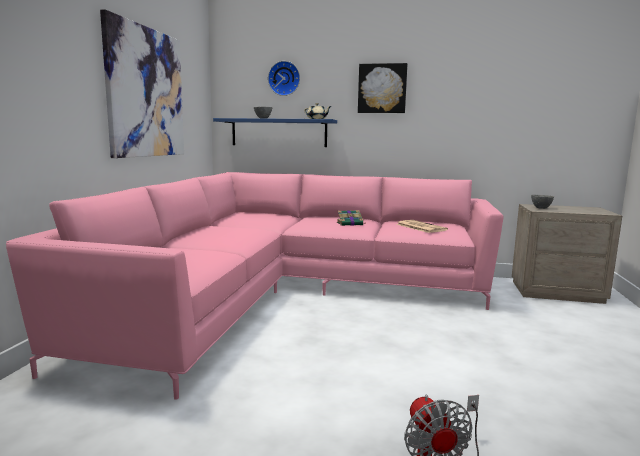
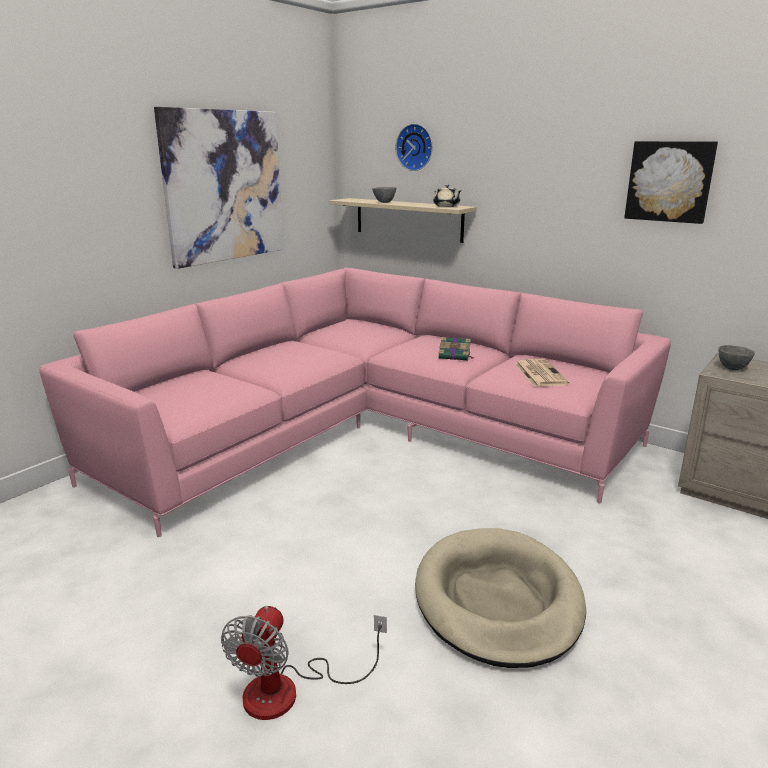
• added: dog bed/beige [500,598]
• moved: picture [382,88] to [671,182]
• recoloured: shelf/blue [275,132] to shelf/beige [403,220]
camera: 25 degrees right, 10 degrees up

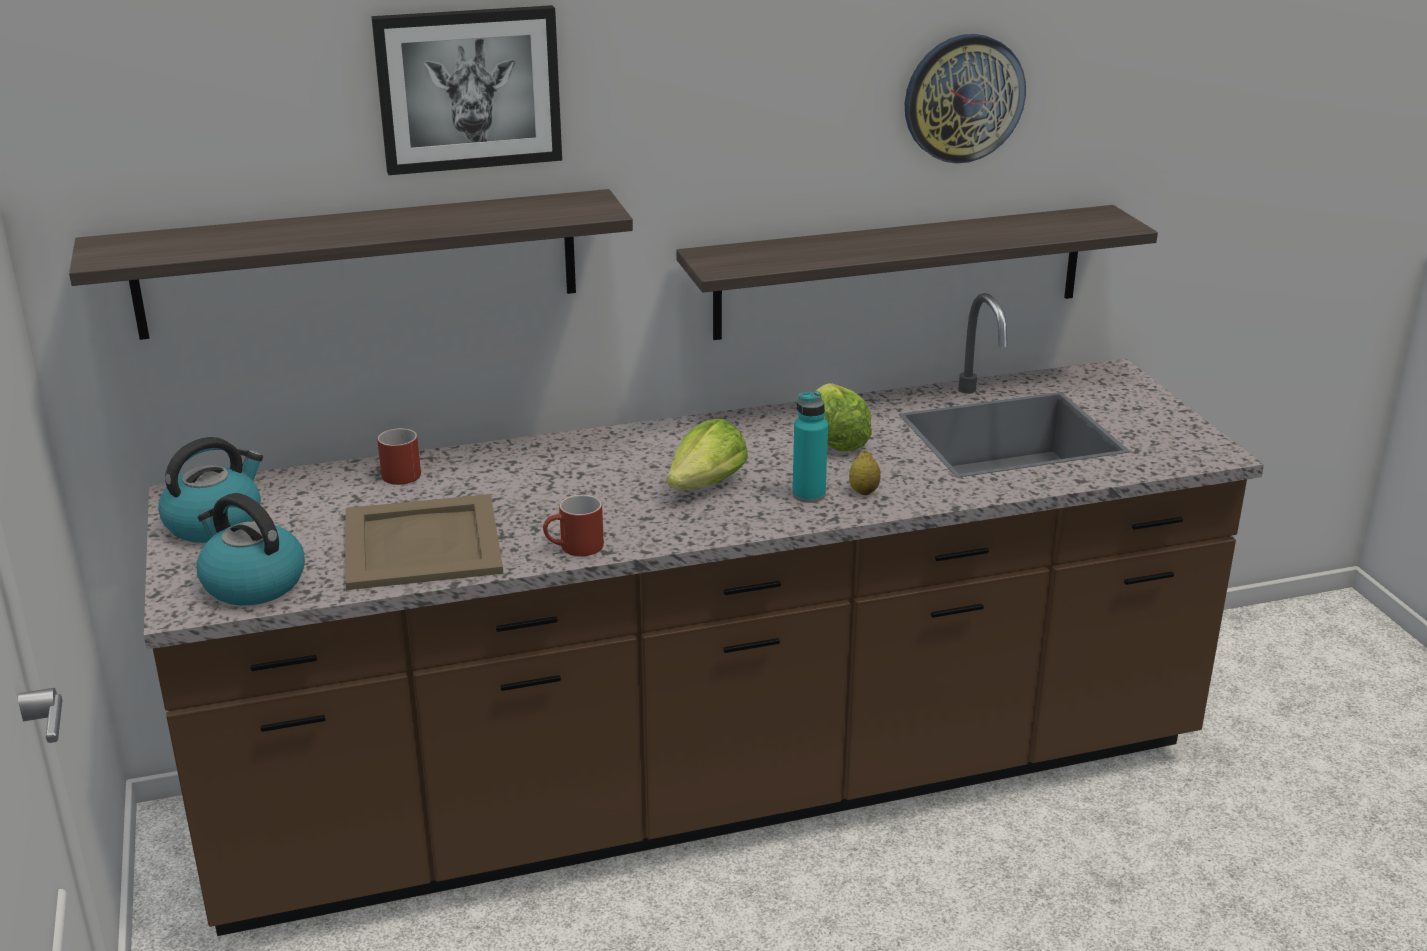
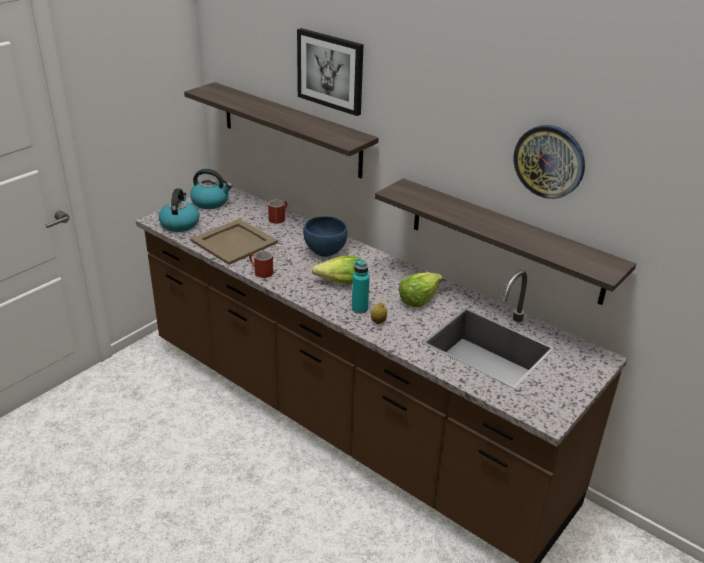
• added: bowl/blue [325,236]
camera: 55 degrees right, 5 degrees up

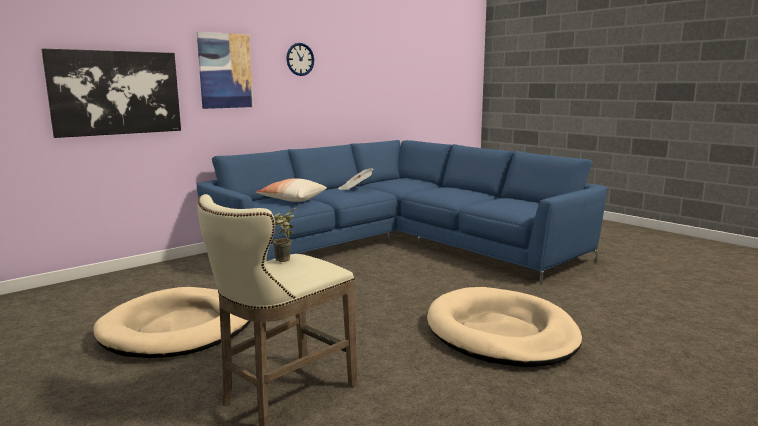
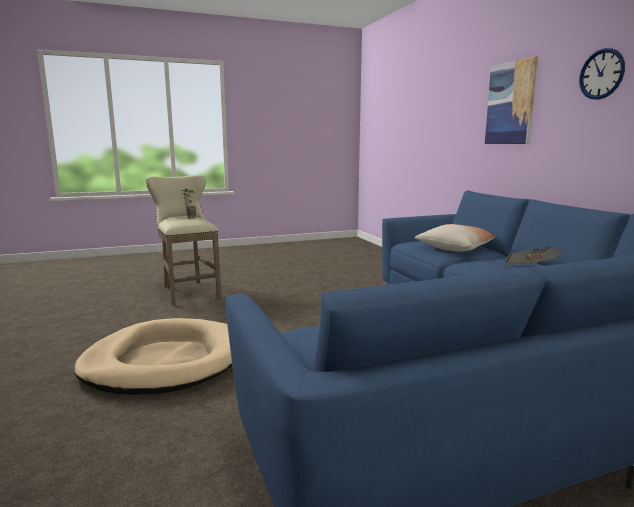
• removed: picture [111,93]
• removed: dog bed/beige [172,322]
camera: 110 degrees right, 0 degrees up

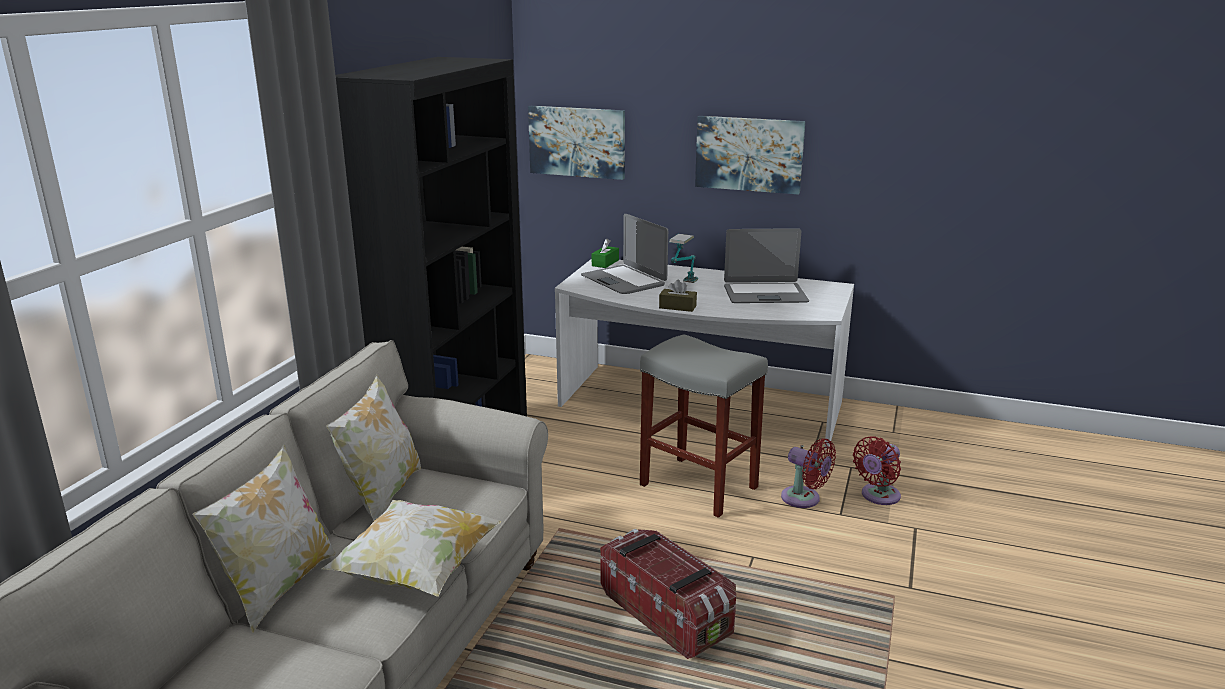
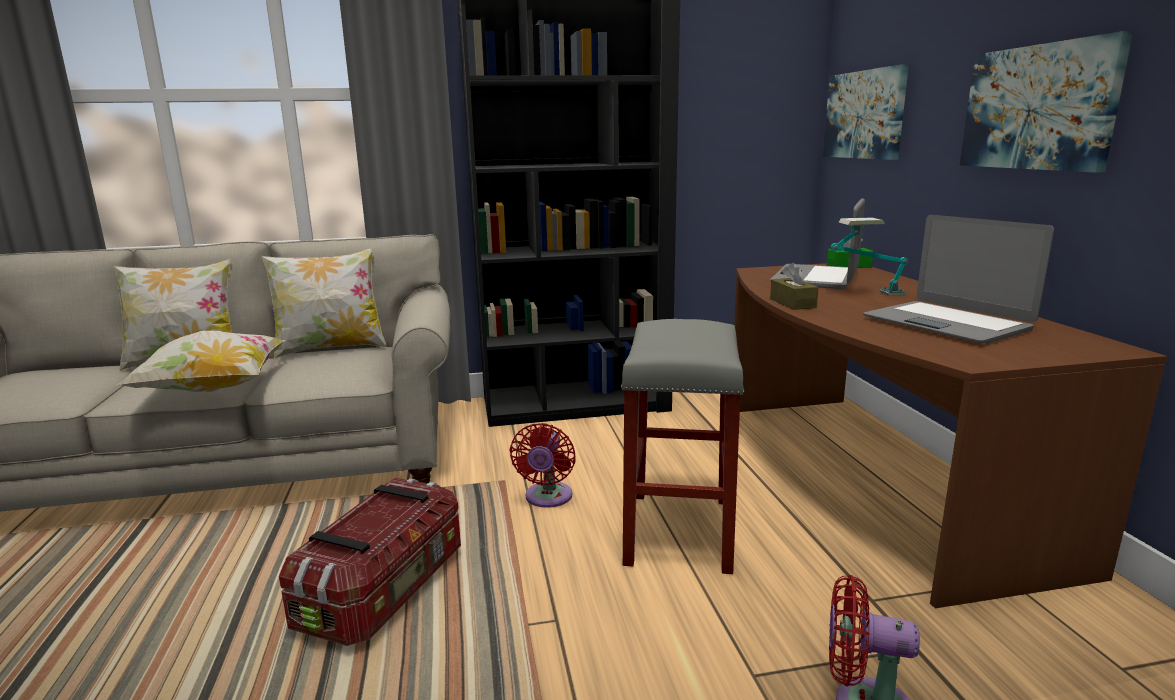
• moved: fan/red [808,473] to [543,465]
• recoloured: desk/white [704,354] to desk/brown [950,435]
camera: 60 degrees right, 5 degrees down

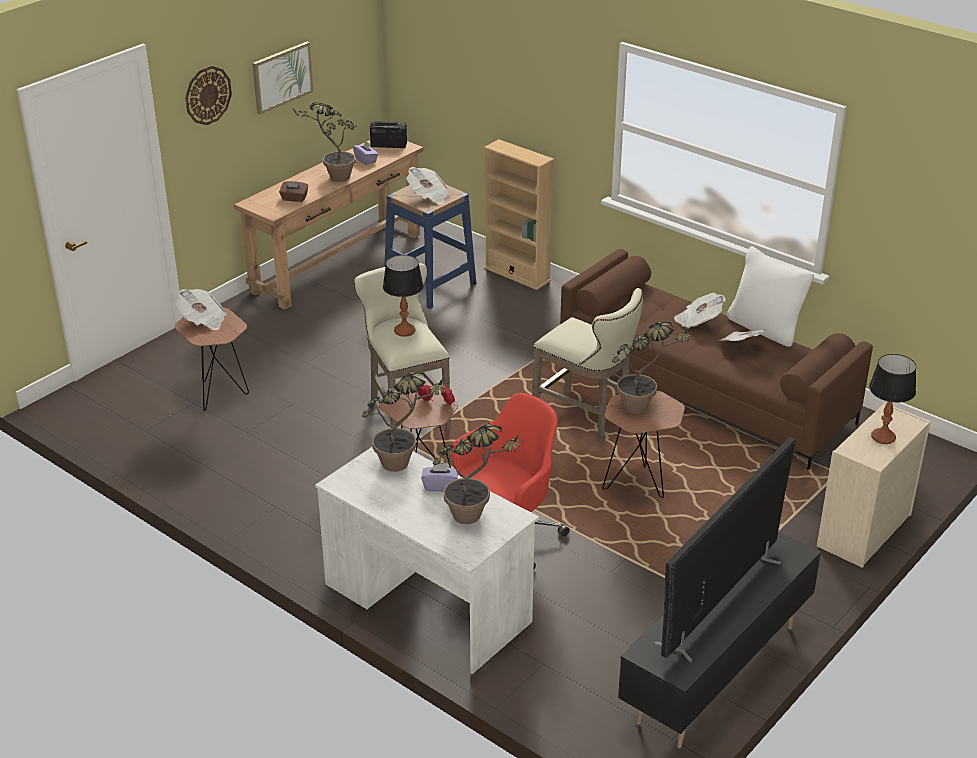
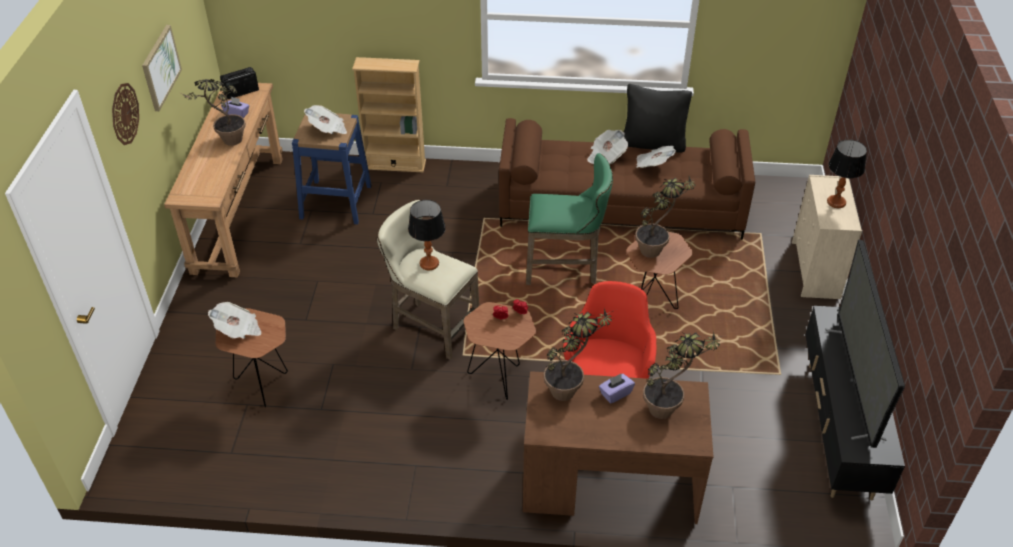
• removed: tissue box/brown [293,191]
• recoloured: desk/white [427,560] to desk/brown [618,447]
• recoloured: stool/beige [587,365] to stool/green [569,219]
• recoloured: pillow/white [770,296] to pillow/black [658,118]
camera: 35 degrees left, 10 degrees up

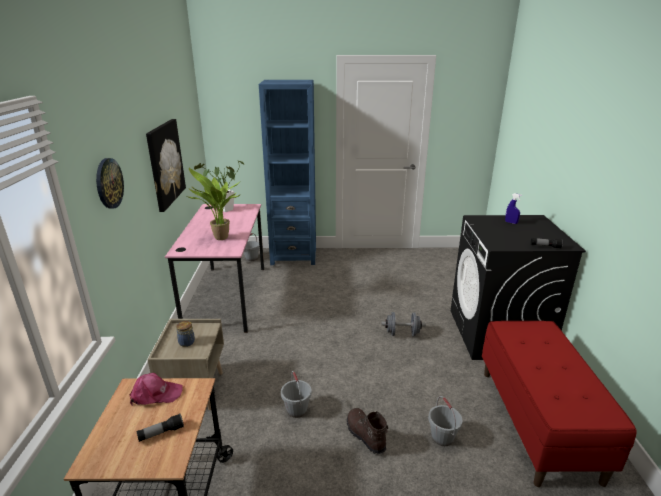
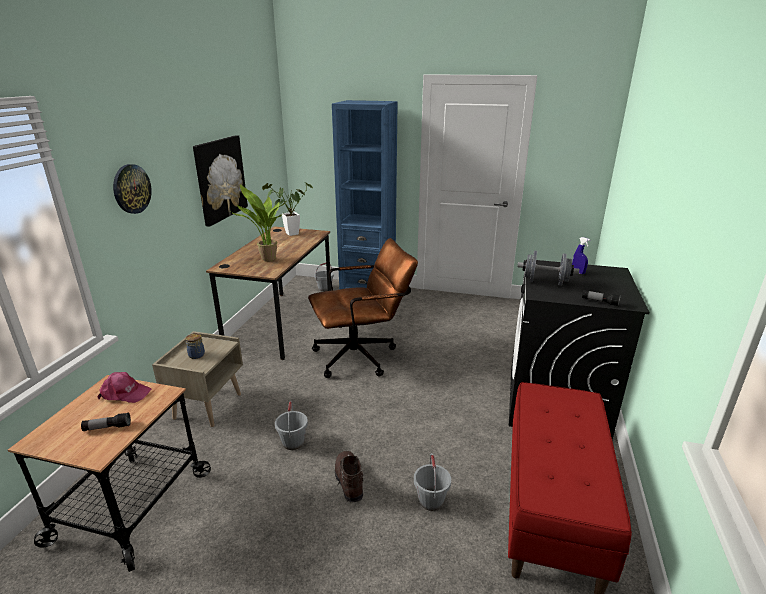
• added: office chair/brown [363,308]
• moved: dumbbell/grey [403,324] to [548,268]
• recoloured: desk/pink [214,268] to desk/brown [268,293]
camera: 15 degrees right, 0 degrees up

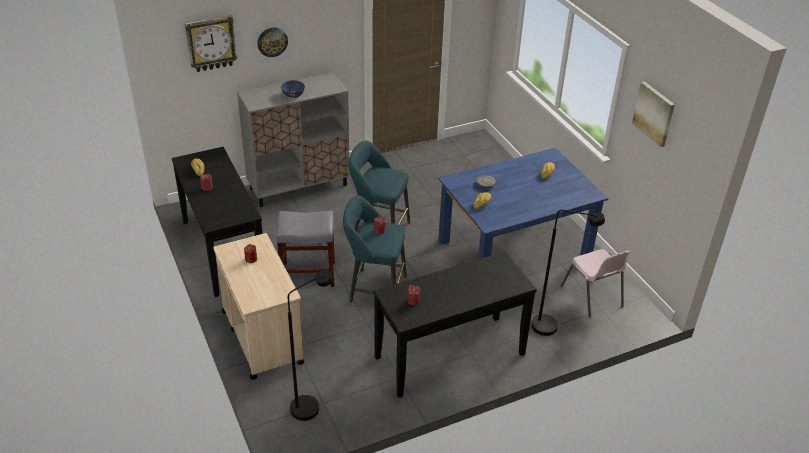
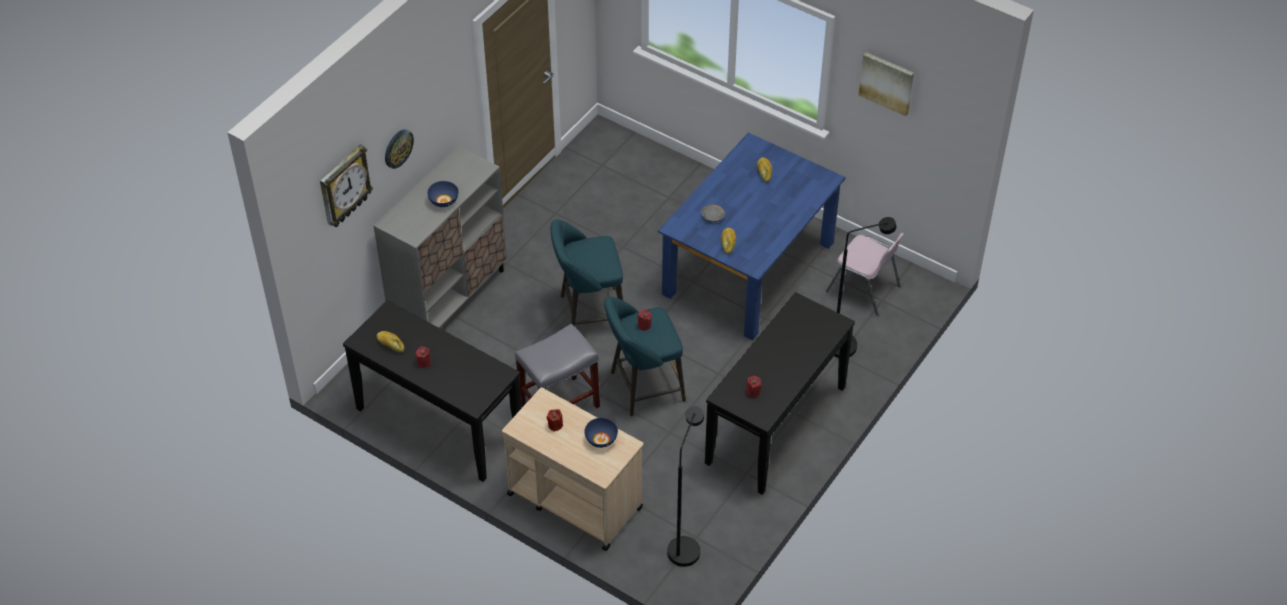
• added: bowl/blue [601,433]
camera: 30 degrees left, 10 degrees up

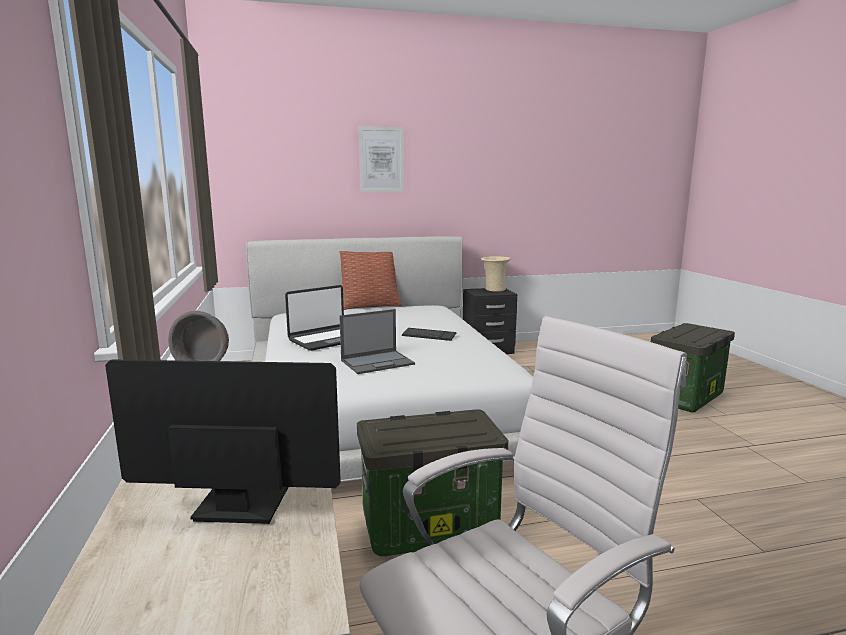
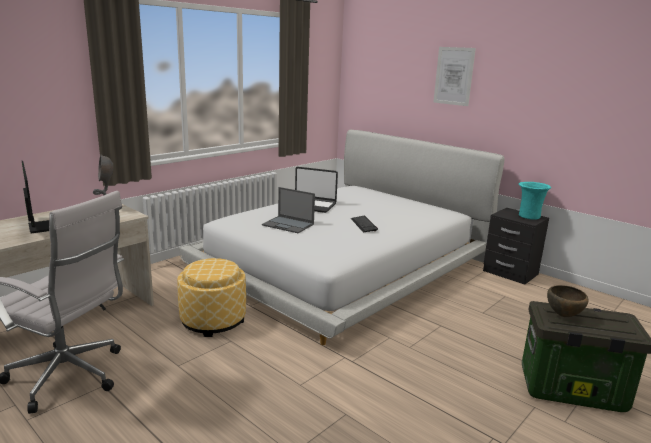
• removed: pillow [371,280]
• added: bowl/brown [568,301]
• replaced: storage box [432,482] to ottoman [211,297]
• recoloured: vase/beige [495,274] to vase/turquoise [535,201]
camera: 55 degrees right, 5 degrees up

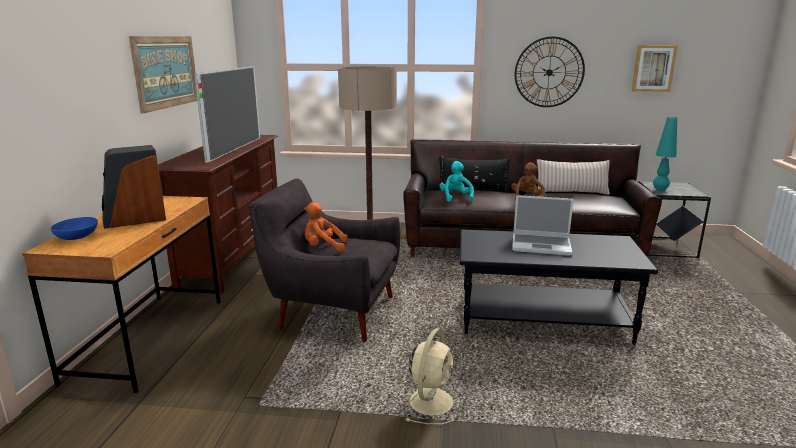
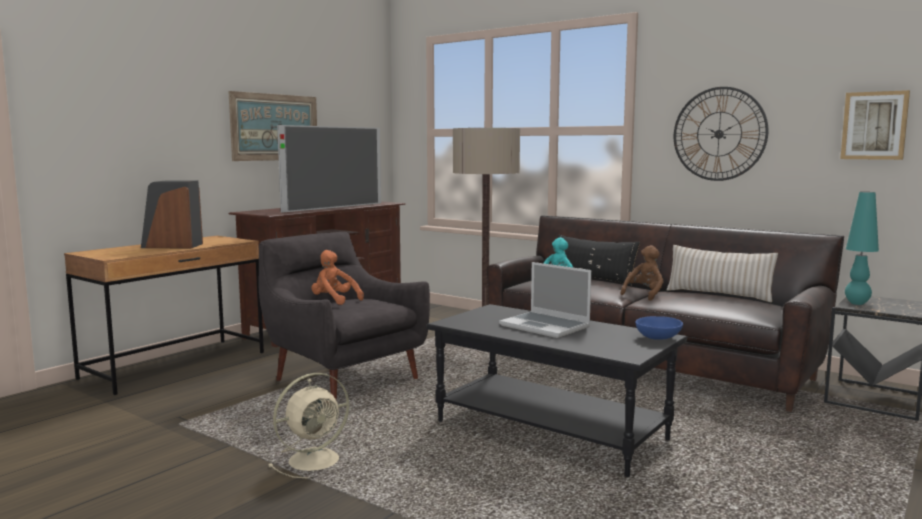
• moved: bowl/blue [74,228] to [659,328]
camera: 30 degrees right, 10 degrees down

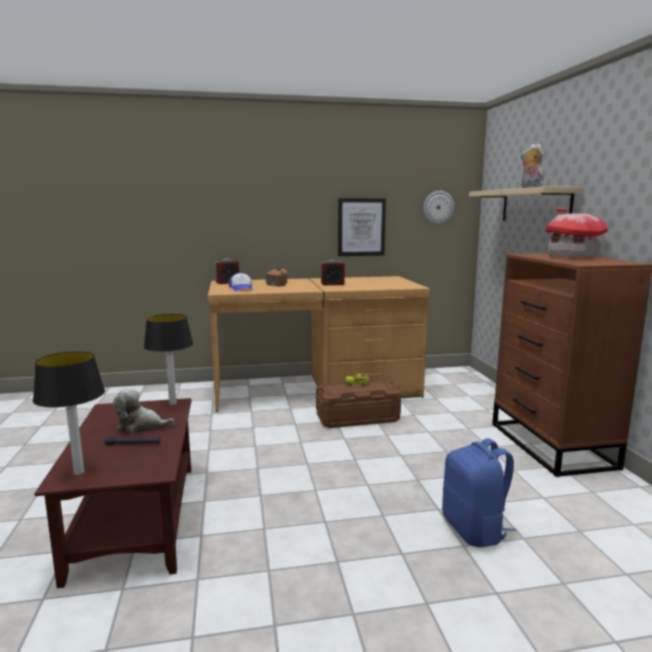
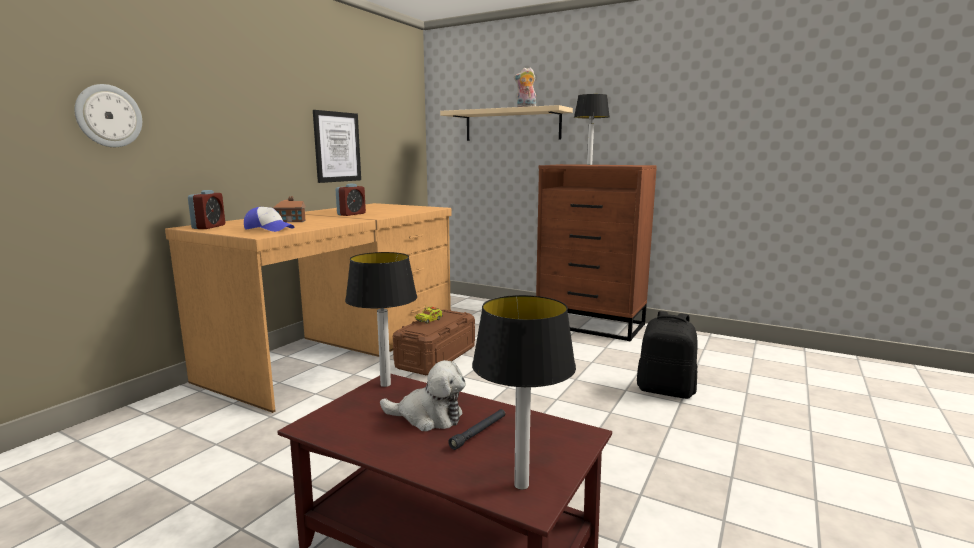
• moved: wall clock [438,207] to [108,115]
• replaced: toy house [576,232] to table lamp [592,129]
• recoloured: backpack/blue [479,492] to backpack/black [667,355]
• turned: plush toy [143,411] = [423,395] 120 degrees counterclockwise
camera: 50 degrees left, 0 degrees up

